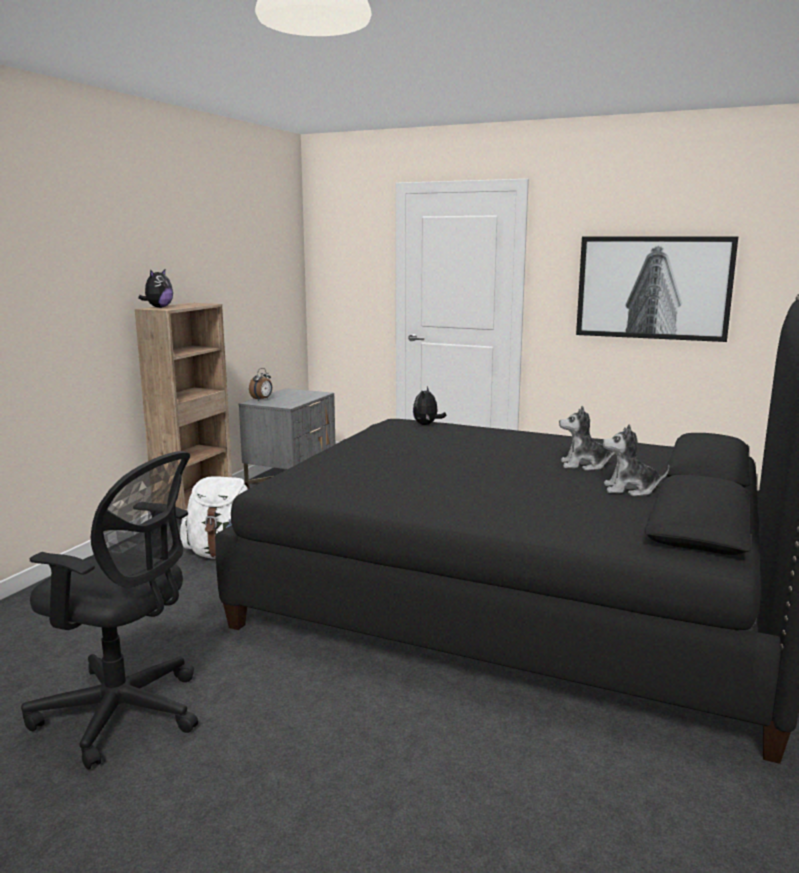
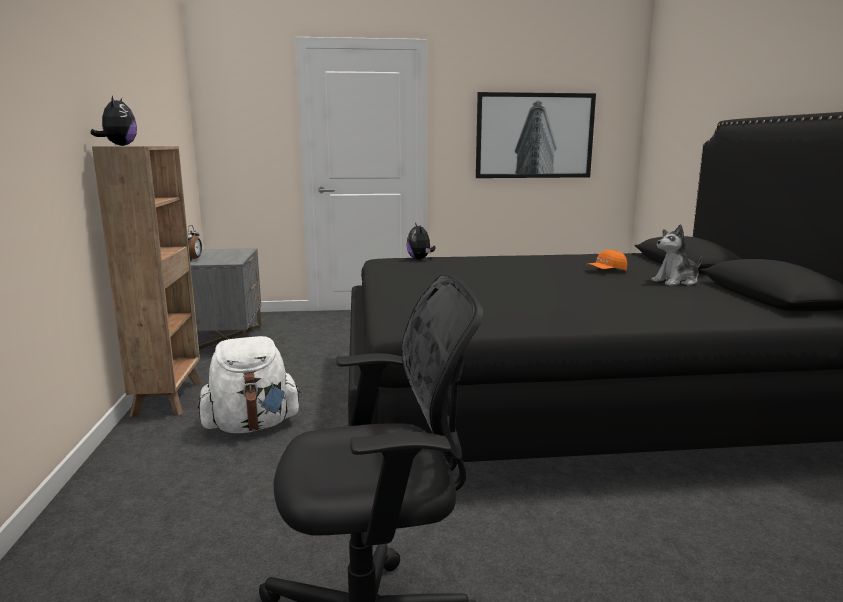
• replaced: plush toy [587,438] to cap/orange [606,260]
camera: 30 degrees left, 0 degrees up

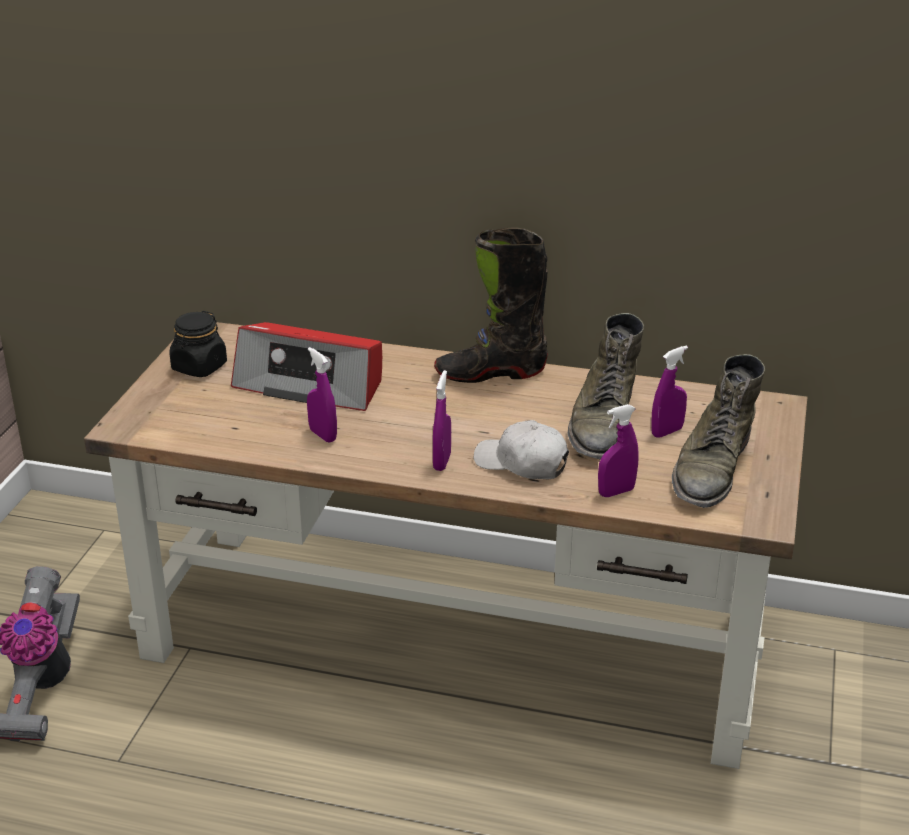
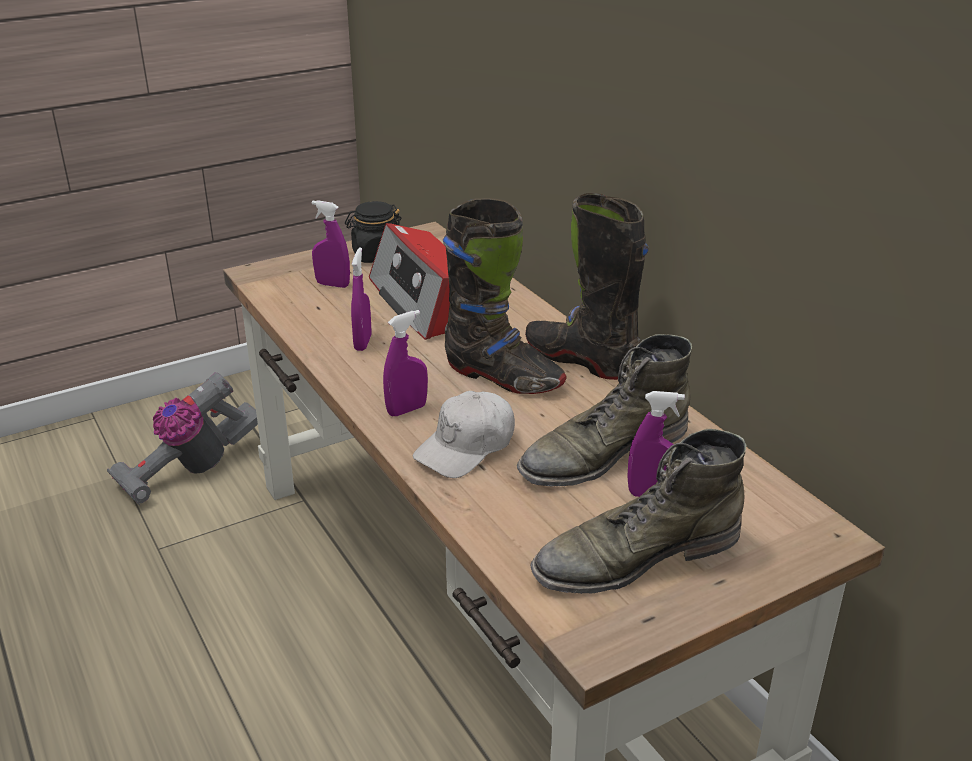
• added: boot/black [504,296]
• moved: spray bottle/purple [618,450] to [331,244]
• turned: cap/white [521,450] = [464,434] 120 degrees counterclockwise
camera: 45 degrees right, 0 degrees up

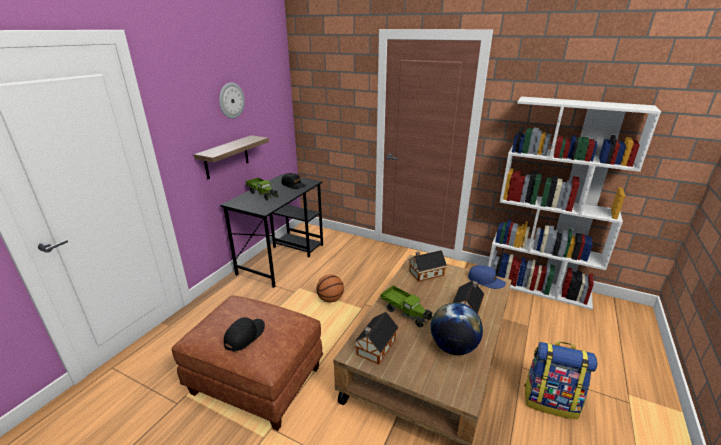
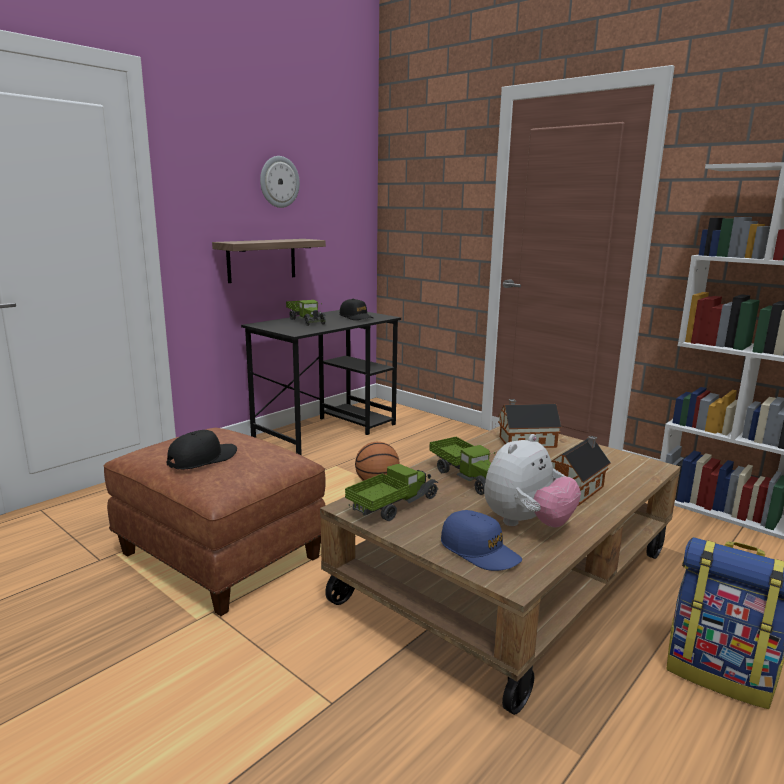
• moved: cap/blue [487,277] to [481,540]
• replaced: toy house [376,338] to toy truck [391,492]
• replaced: globe [457,328] to plush toy [532,481]
camera: 15 degrees right, 10 degrees down

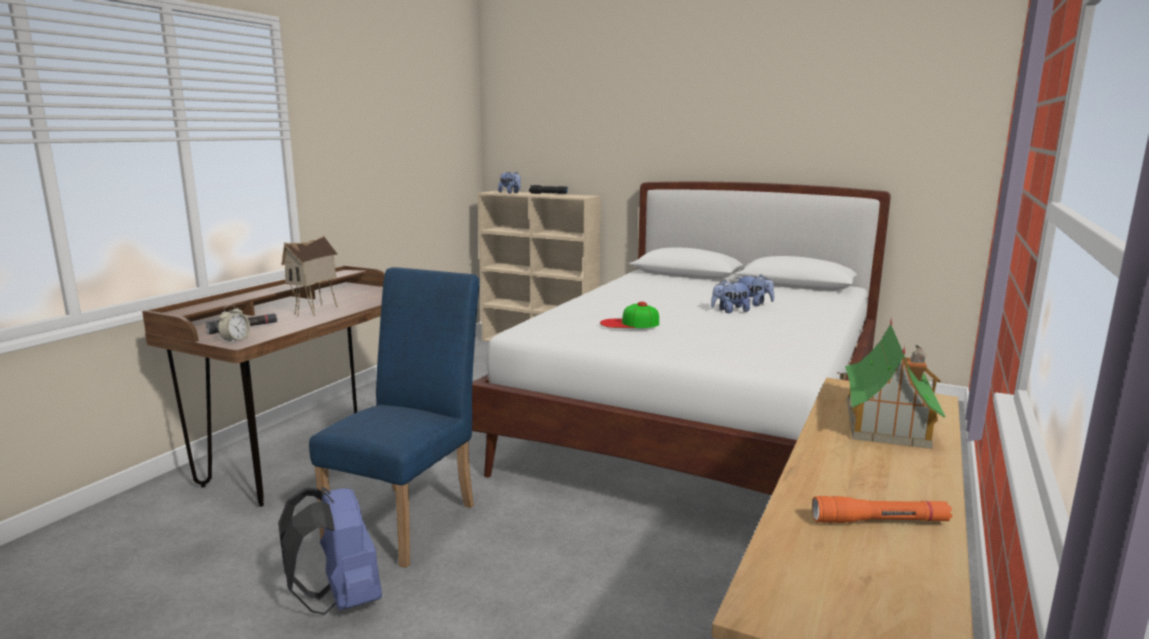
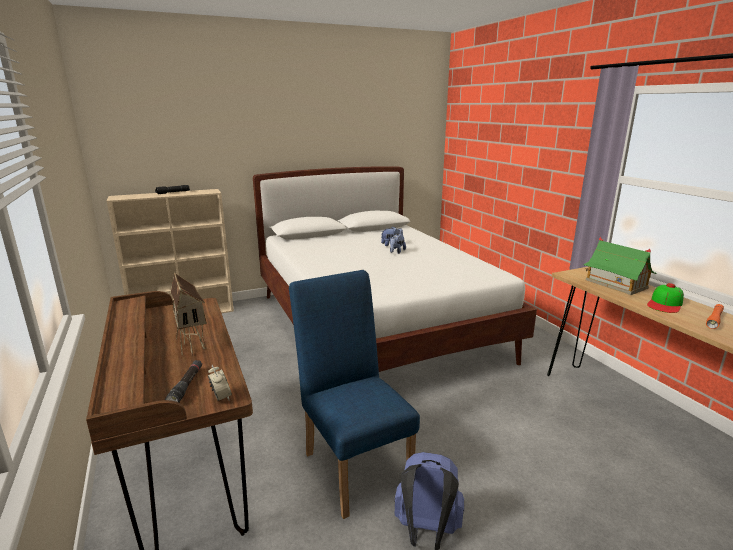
• removed: plush toy [509,183]
• moved: cap [629,315] to [665,298]
camera: 50 degrees left, 5 degrees up

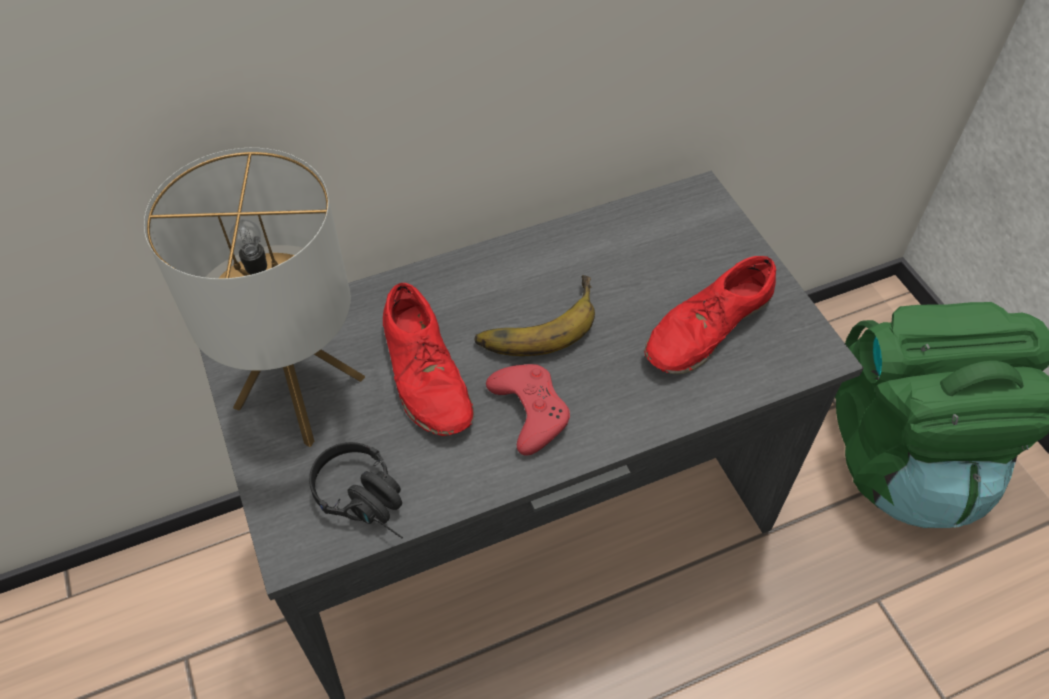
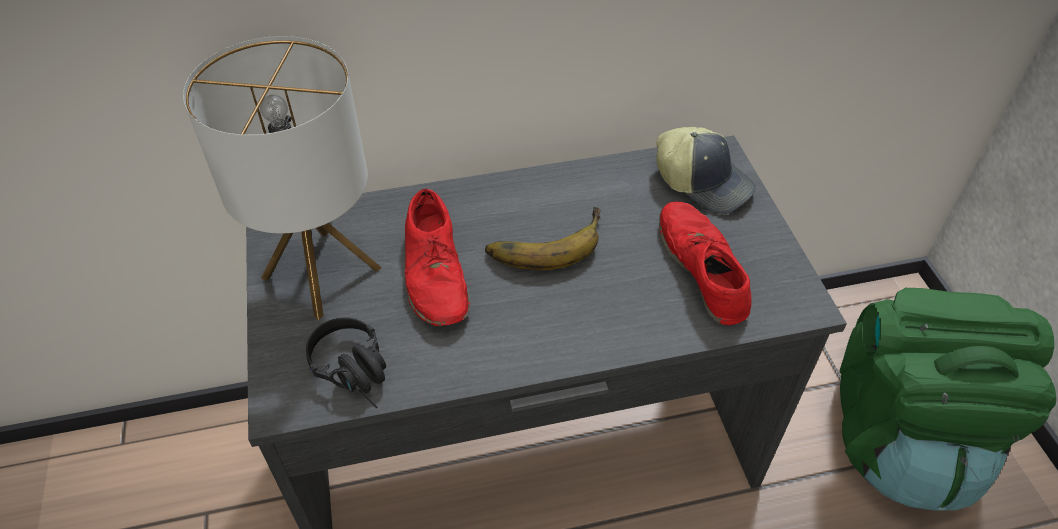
• removed: game controller/red [528,410]
• added: cap [706,170]
• turned: shoe/red [710,315] = [705,263] 105 degrees clockwise
camera: 10 degrees right, 5 degrees down

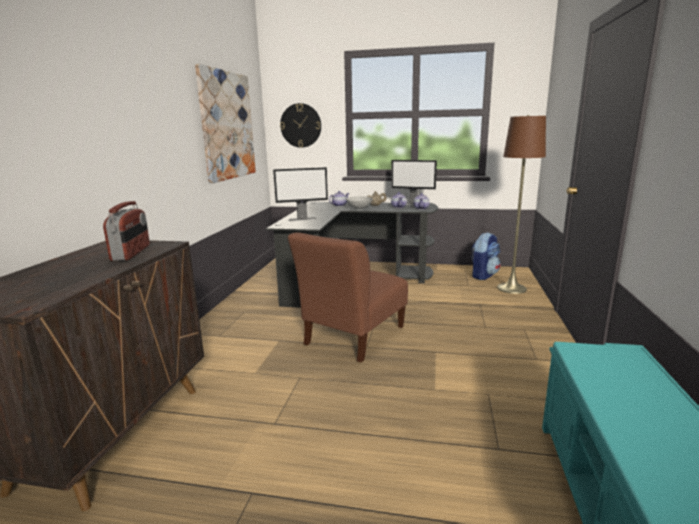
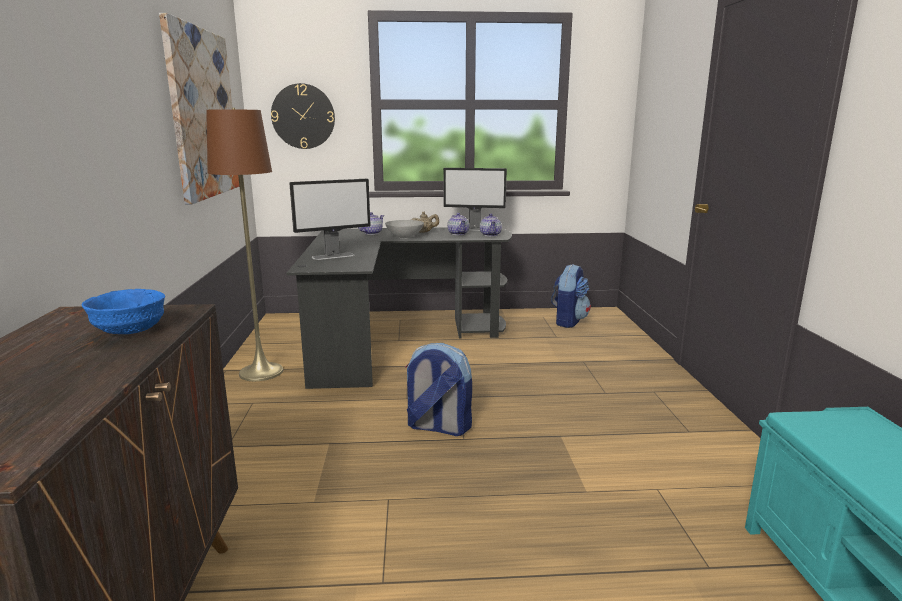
• moved: floor lamp/brown [521,204] to [244,244]
• replaced: radio [126,231] to bowl/blue [123,311]
• replaced: chair/brown [348,297] to backpack [438,389]
camera: 15 degrees left, 0 degrees up

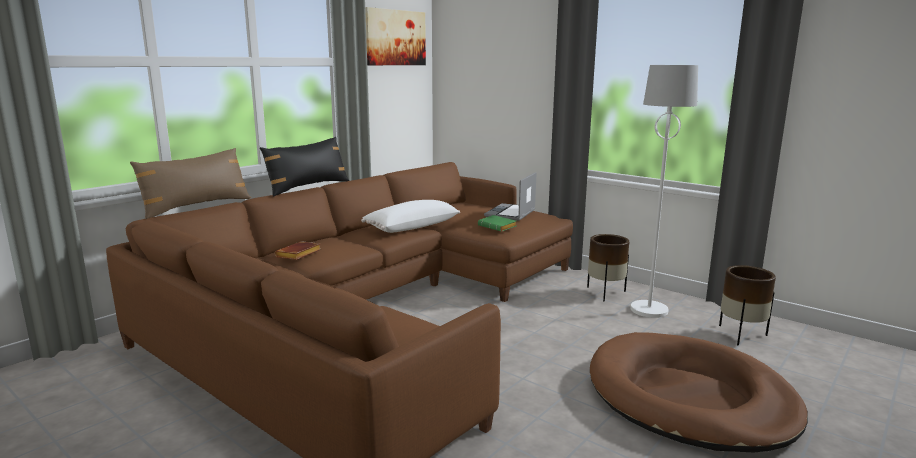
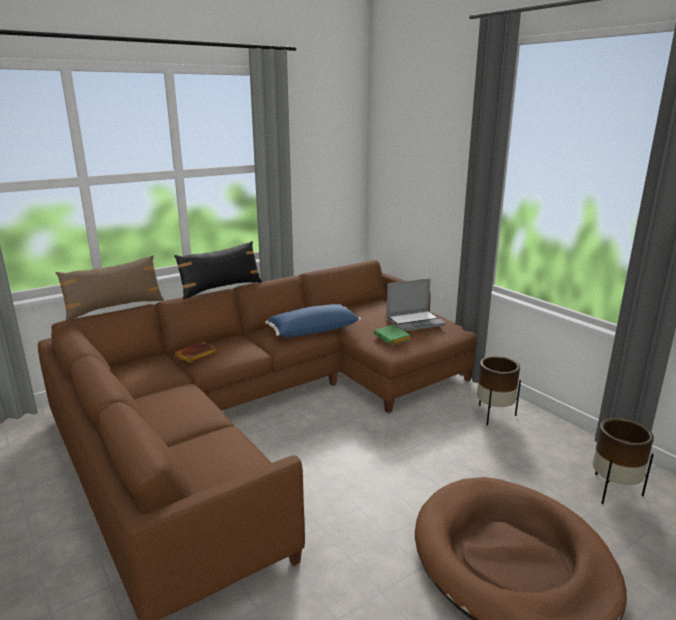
• removed: picture [395,36]
• removed: floor lamp/white [664,191]
• recoloured: pillow/white [410,216] to pillow/blue [313,320]
• turned: laptop [510,196] = [416,305] 150 degrees counterclockwise
camera: 15 degrees right, 5 degrees up

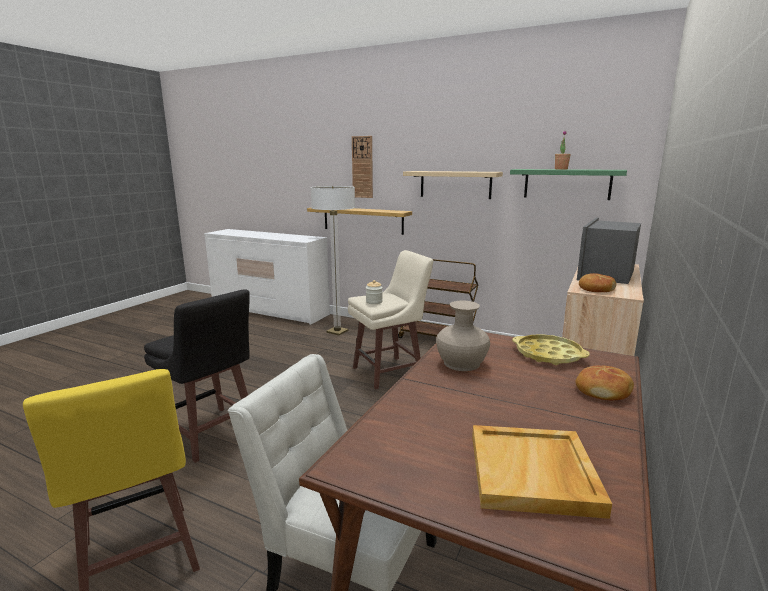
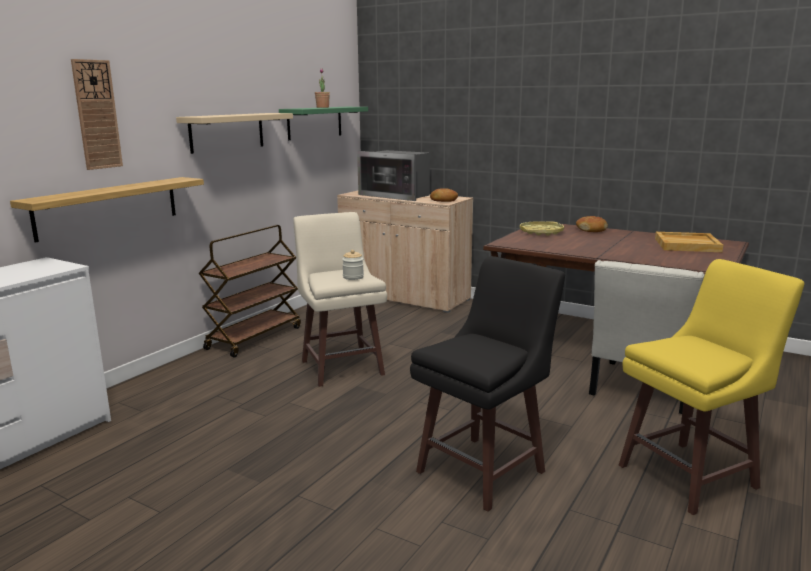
• removed: floor lamp [332,260]
• removed: vase/beige [463,336]
camera: 85 degrees left, 0 degrees up

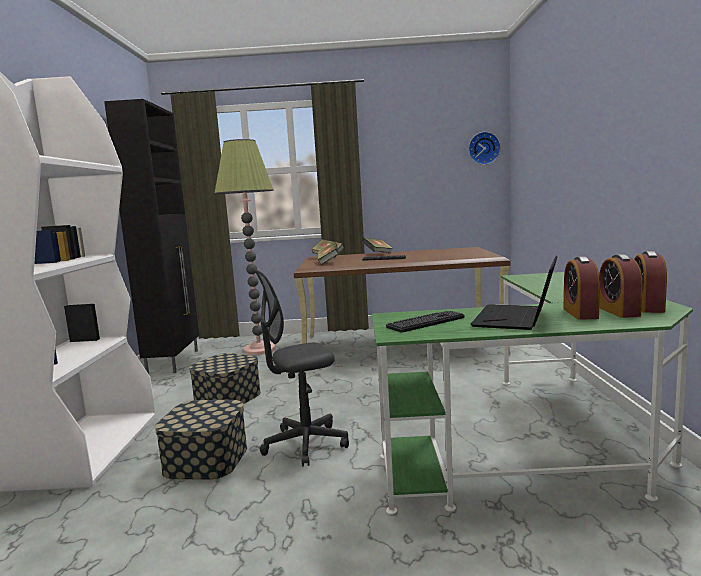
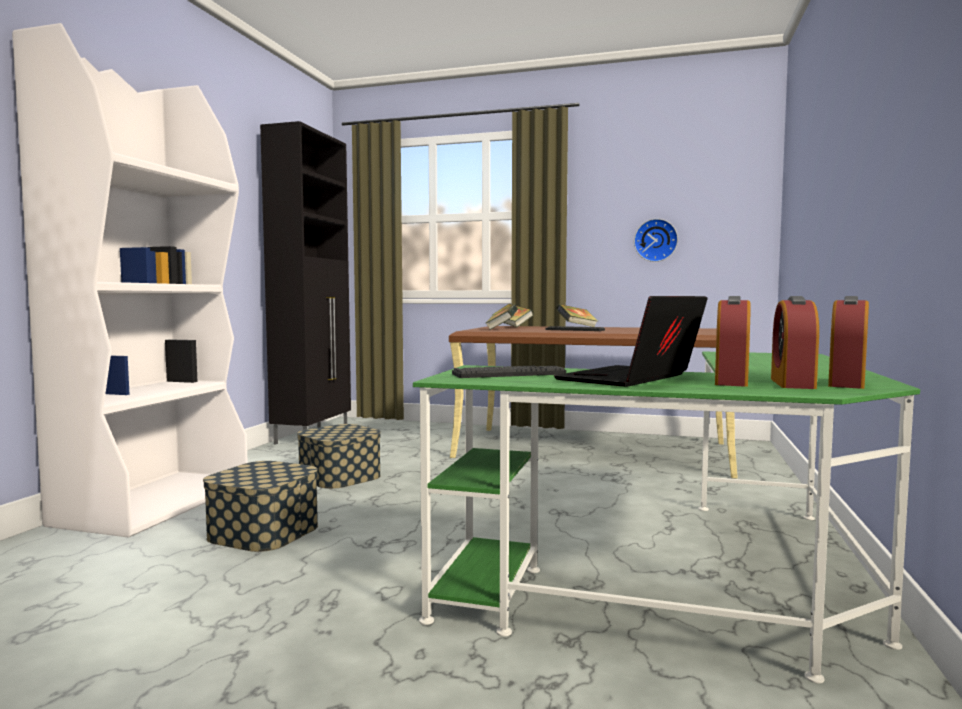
• removed: floor lamp [245,247]
• removed: office chair/grey [301,368]
• moved: wall clock [485,148] to [656,240]
camera: 15 degrees right, 5 degrees down

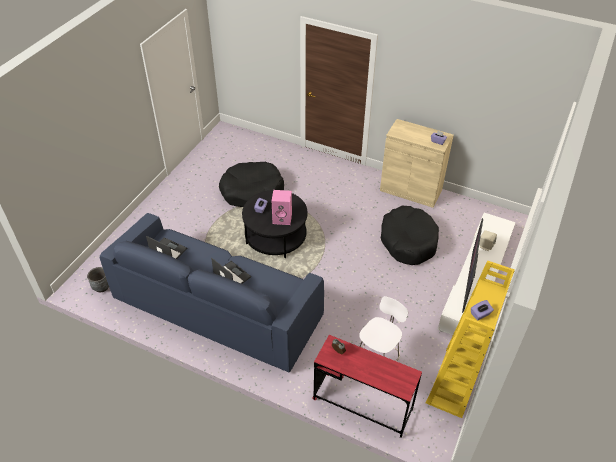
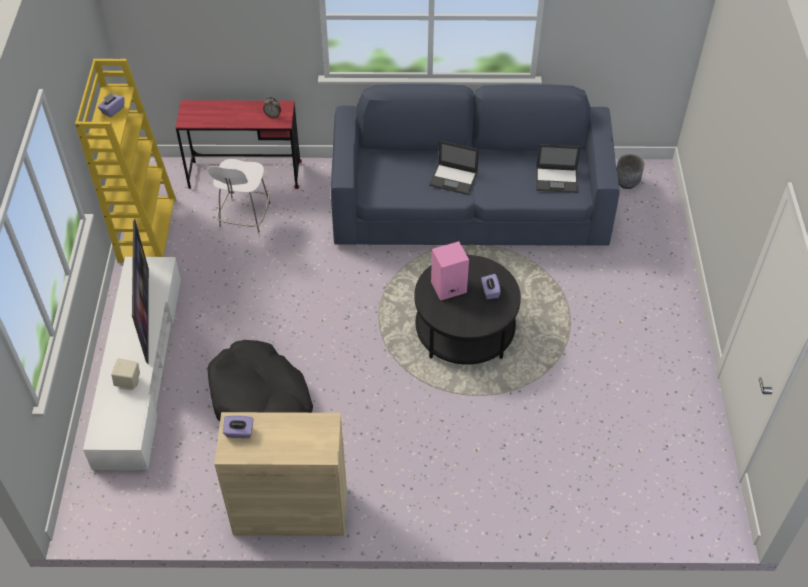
• removed: dog bed/black [251,184]
camera: 155 degrees right, 5 degrees up

